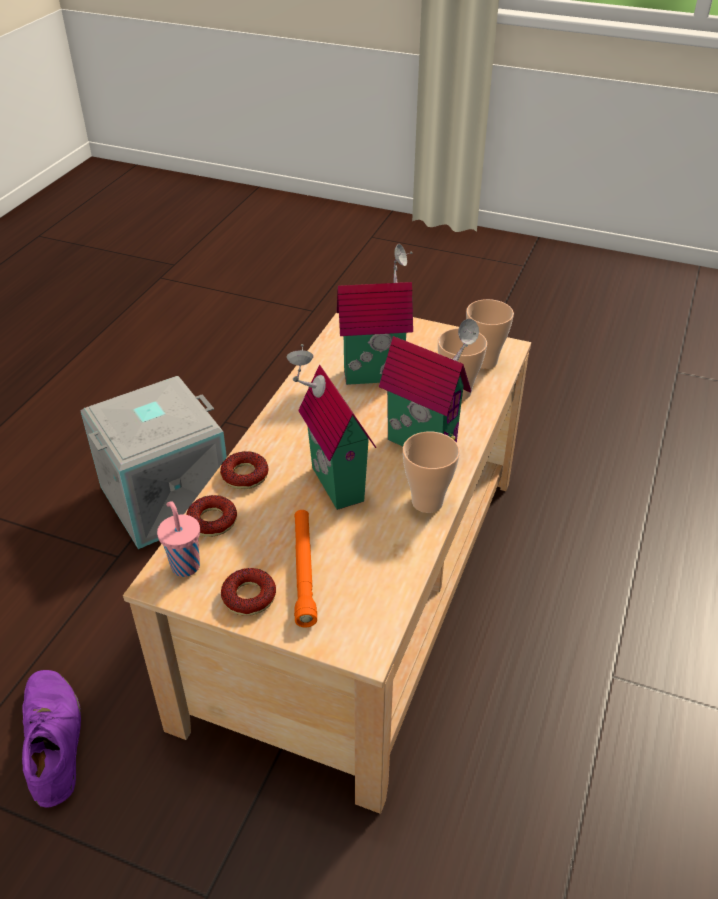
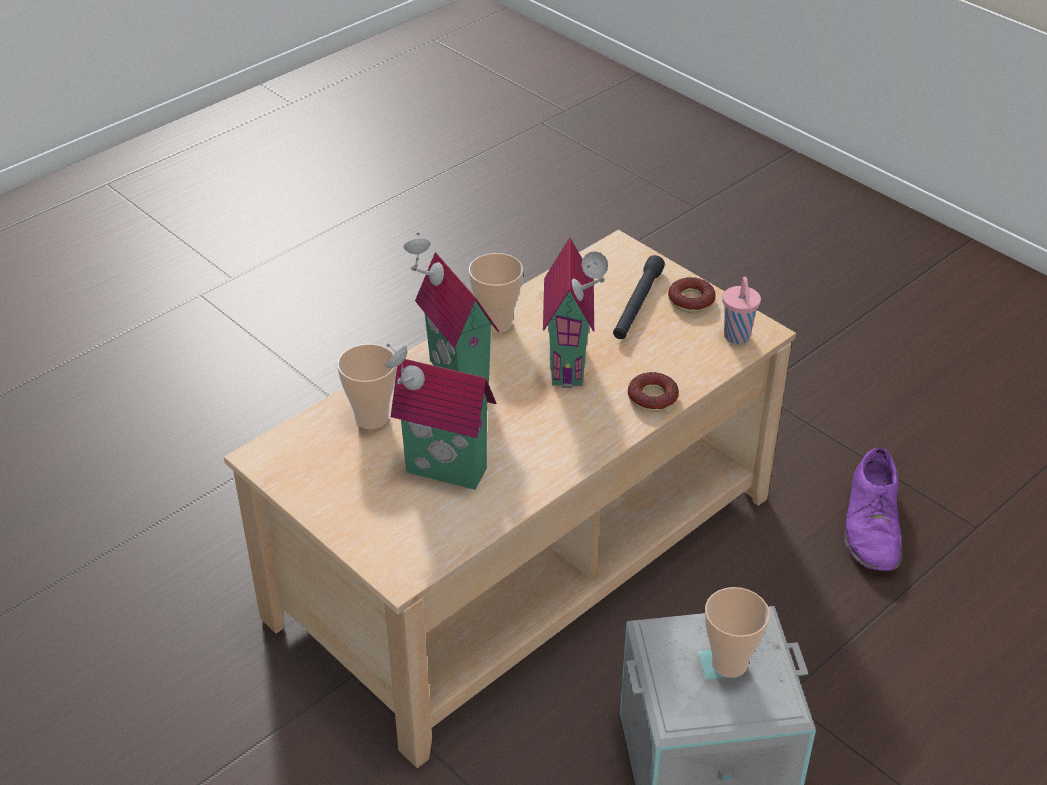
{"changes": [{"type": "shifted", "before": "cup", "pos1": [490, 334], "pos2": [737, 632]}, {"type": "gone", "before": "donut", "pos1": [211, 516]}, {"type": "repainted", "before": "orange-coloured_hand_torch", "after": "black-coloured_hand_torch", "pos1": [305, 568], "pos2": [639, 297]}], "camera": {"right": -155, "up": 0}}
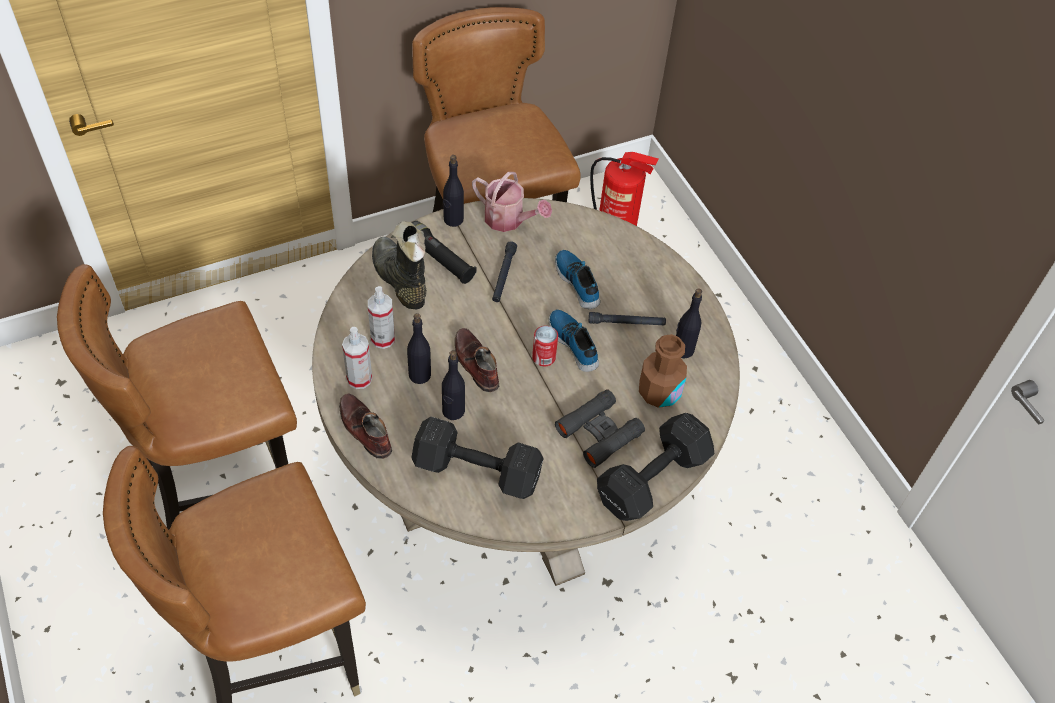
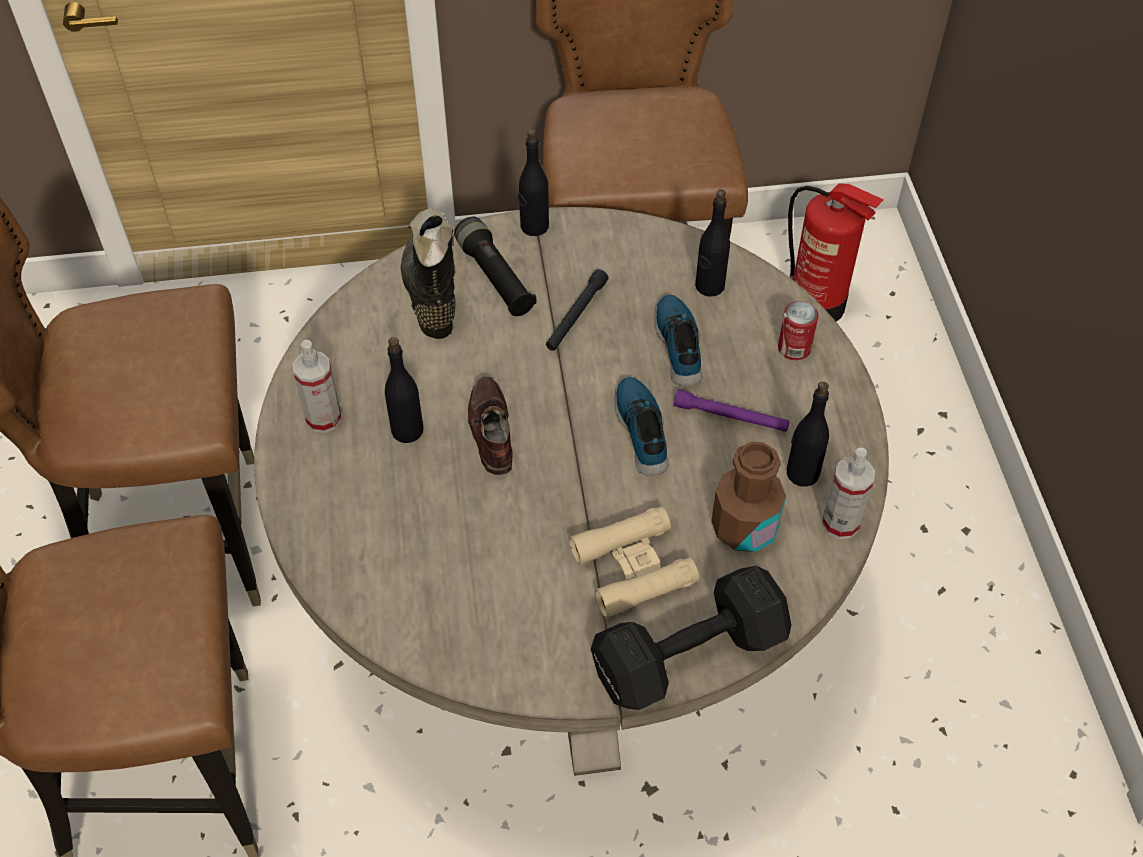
{"changes": [{"type": "gone", "before": "watering_pot", "pos1": [512, 202]}, {"type": "shifted", "before": "hand_sprayer", "pos1": [381, 317], "pos2": [848, 493]}, {"type": "repainted", "before": "black-coloured_hand_torch", "after": "purple-coloured_hand_torch", "pos1": [627, 319], "pos2": [731, 411]}, {"type": "shifted", "before": "sealed_can", "pos1": [545, 346], "pos2": [798, 330]}, {"type": "shifted", "before": "black-coloured_drink_bottle", "pos1": [453, 385], "pos2": [712, 243]}, {"type": "repainted", "before": "black-coloured_binoculars", "after": "sand-coloured_binoculars", "pos1": [600, 428], "pos2": [634, 562]}, {"type": "gone", "before": "brown-coloured_low_shoe", "pos1": [365, 426]}, {"type": "gone", "before": "black-coloured_hand_weight", "pos1": [477, 458]}], "camera": {"right": 20, "up": 0}}
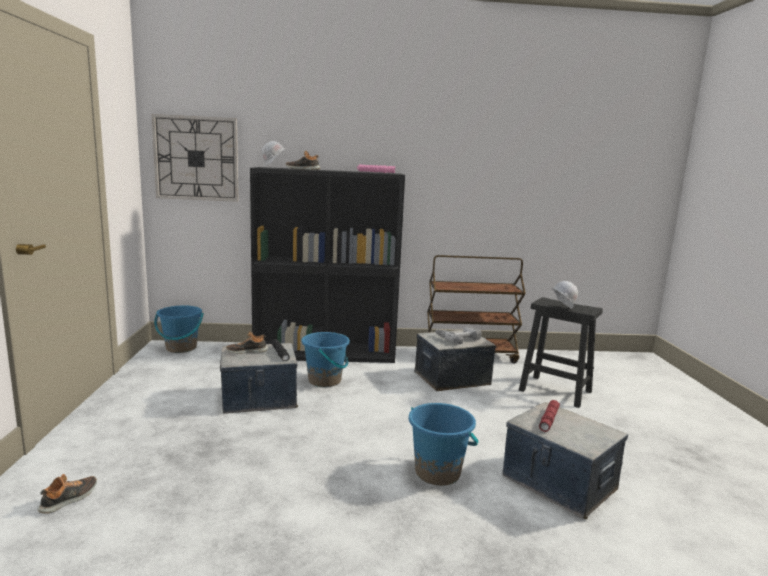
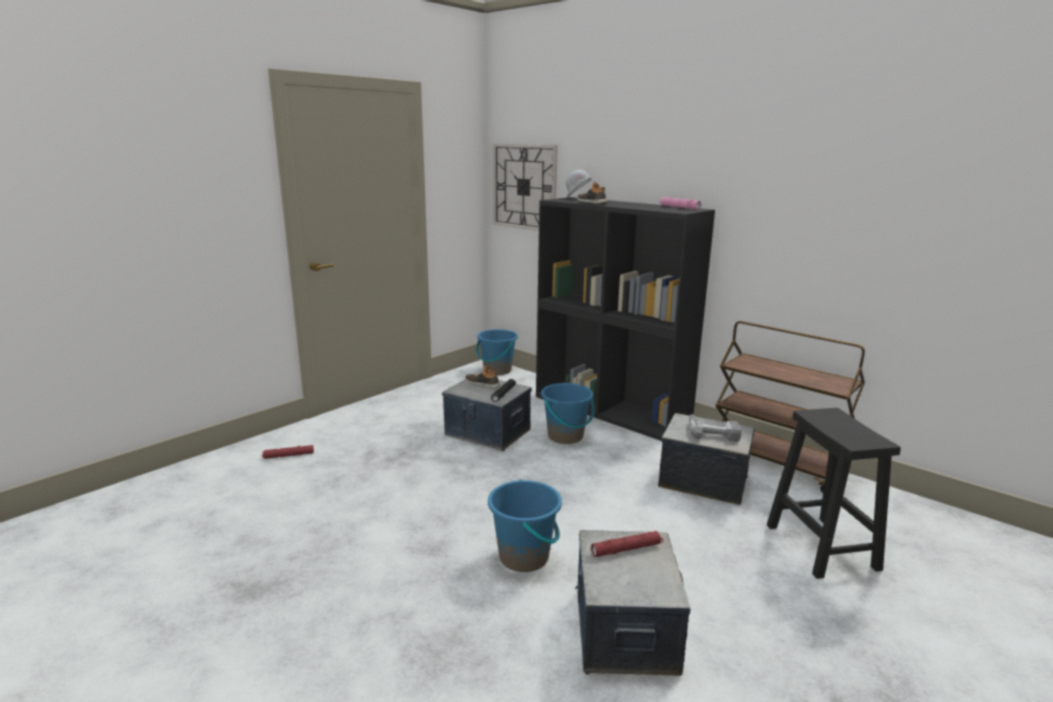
{"changes": [{"type": "gone", "before": "white_hard_hat", "pos1": [565, 295]}, {"type": "swapped", "before": "low_shoe", "after": "red_hand_torch", "pos1": [67, 494], "pos2": [288, 452]}], "camera": {"right": 45, "up": 5}}
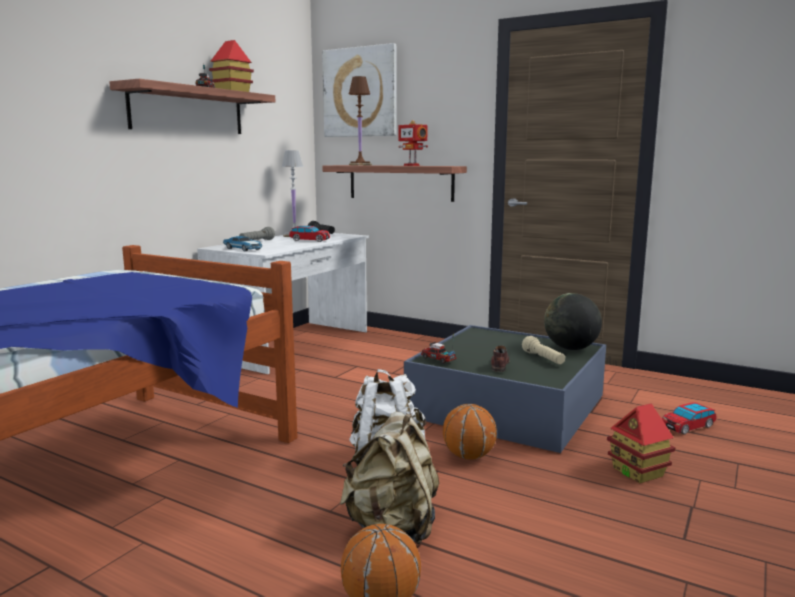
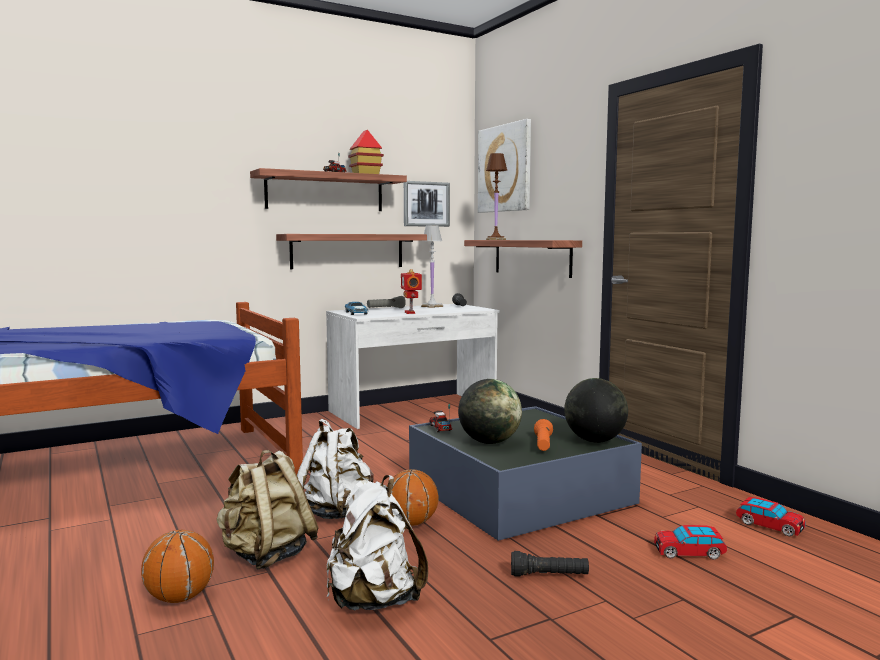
{"changes": [{"type": "shifted", "before": "model_robot", "pos1": [413, 143], "pos2": [411, 291]}, {"type": "shifted", "before": "model_car", "pos1": [309, 234], "pos2": [770, 516]}, {"type": "repainted", "before": "sand-coloured_hand_torch", "after": "orange-coloured_hand_torch", "pos1": [543, 350], "pos2": [543, 435]}, {"type": "swapped", "before": "brown-coloured_low_shoe", "after": "desk_globe", "pos1": [500, 358], "pos2": [490, 411]}, {"type": "swapped", "before": "toy_house", "after": "black-coloured_hand_torch", "pos1": [641, 443], "pos2": [550, 564]}, {"type": "new", "after": "wall_picture", "pos2": [427, 204]}, {"type": "new", "after": "bracket_shelf", "pos2": [351, 251]}, {"type": "new", "after": "white_backpack", "pos2": [377, 542]}], "camera": {"right": 30, "up": -5}}
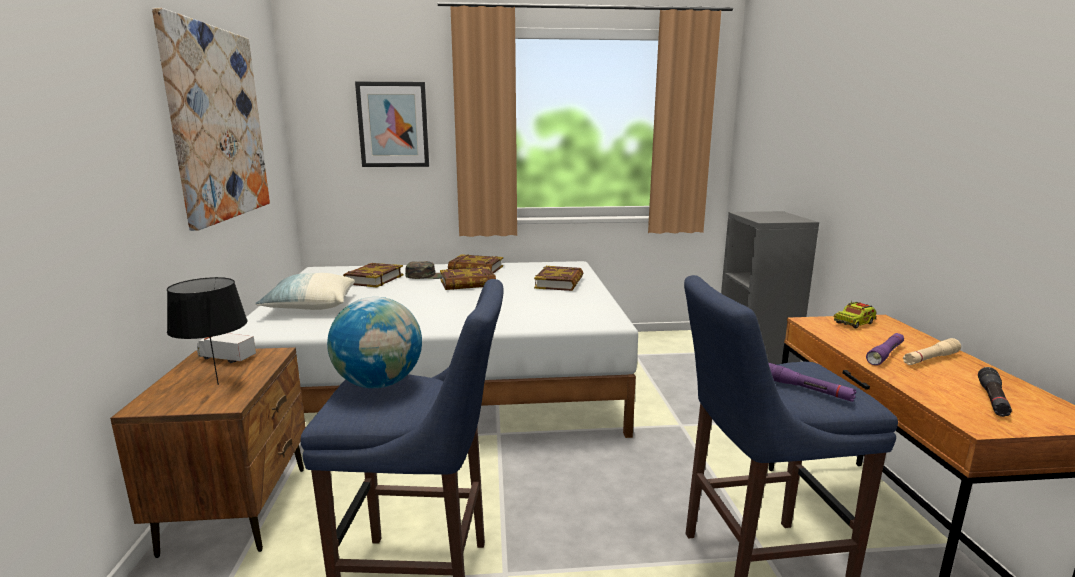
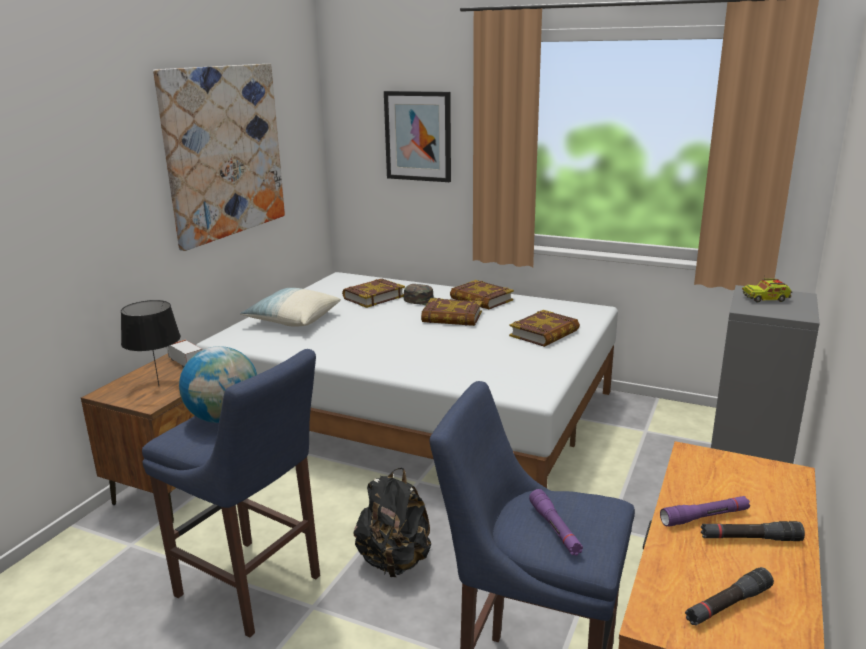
{"changes": [{"type": "shifted", "before": "toy_truck", "pos1": [855, 314], "pos2": [767, 289]}, {"type": "repainted", "before": "sand-coloured_hand_torch", "after": "black-coloured_hand_torch", "pos1": [932, 351], "pos2": [753, 531]}, {"type": "new", "after": "black-coloured_backpack", "pos2": [392, 522]}], "camera": {"right": 30, "up": 5}}
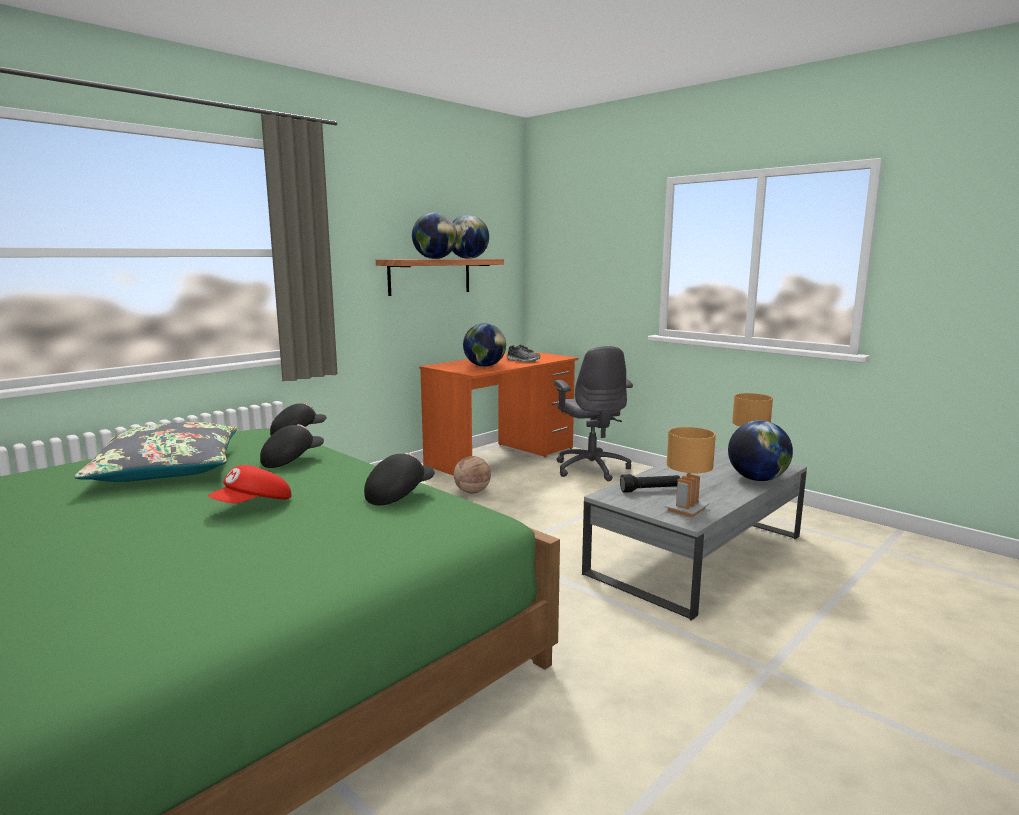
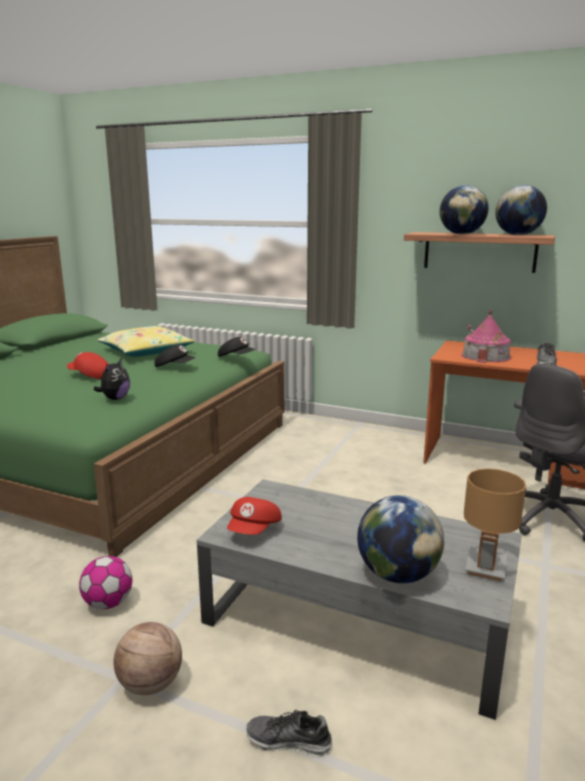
{"changes": [{"type": "swapped", "before": "desk_globe", "after": "toy_house", "pos1": [484, 345], "pos2": [486, 336]}, {"type": "repainted", "before": "gray_throw_pillow", "after": "yellow_throw_pillow", "pos1": [155, 452], "pos2": [146, 341]}, {"type": "swapped", "before": "brown-coloured_lamp_for_a_table", "after": "red_baseball_cap", "pos1": [690, 472], "pos2": [254, 516]}, {"type": "swapped", "before": "black-coloured_baseball_cap", "after": "soft_toy", "pos1": [399, 479], "pos2": [112, 379]}, {"type": "shifted", "before": "basketball", "pos1": [472, 474], "pos2": [148, 658]}, {"type": "gone", "before": "black-coloured_hand_torch", "pos1": [650, 483]}, {"type": "new", "after": "football_ball", "pos2": [105, 582]}, {"type": "new", "after": "low_shoe", "pos2": [289, 733]}], "camera": {"right": 70, "up": 5}}
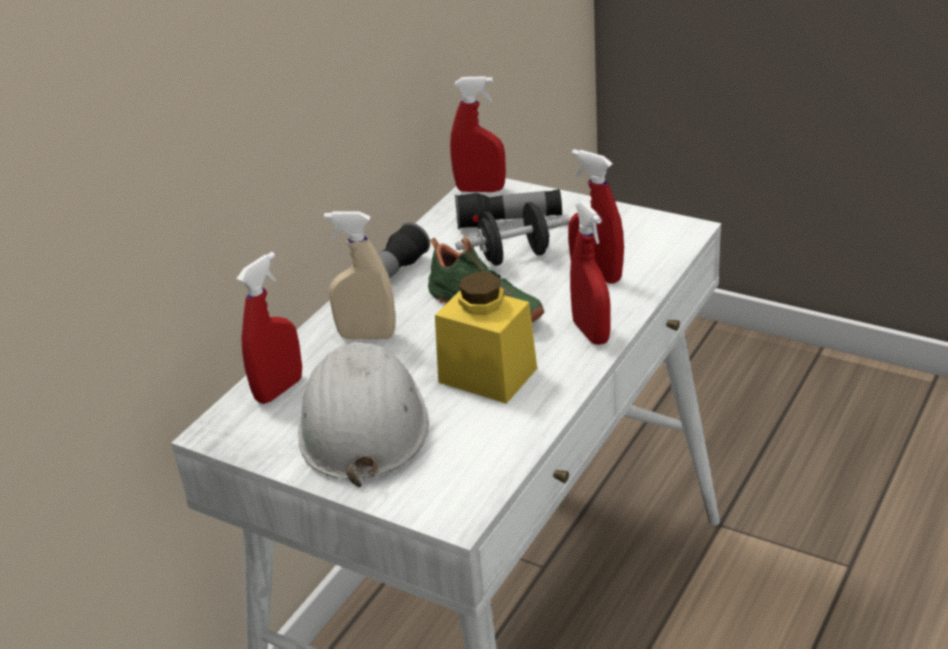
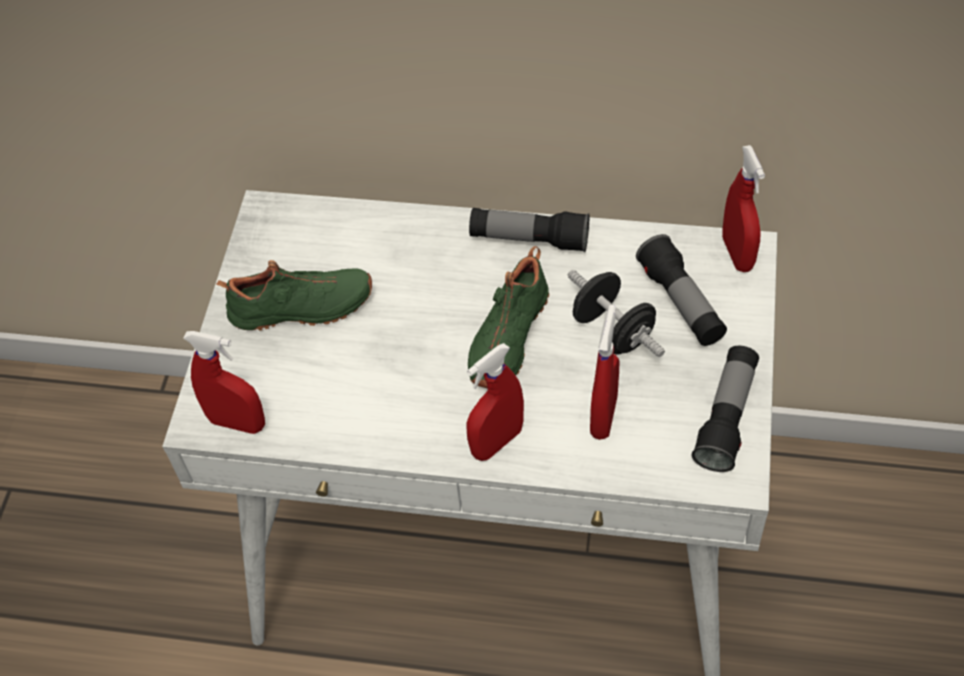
{"changes": [{"type": "gone", "before": "sand-coloured_hand_sprayer", "pos1": [359, 275]}, {"type": "shifted", "before": "red_hand_sprayer", "pos1": [269, 328], "pos2": [224, 382]}, {"type": "gone", "before": "yellow_jar", "pos1": [486, 338]}, {"type": "swapped", "before": "white_hard_hat", "after": "green-coloured_low_shoe", "pos1": [363, 414], "pos2": [294, 295]}, {"type": "new", "after": "hand_torch", "pos2": [725, 409]}], "camera": {"right": 70, "up": 20}}
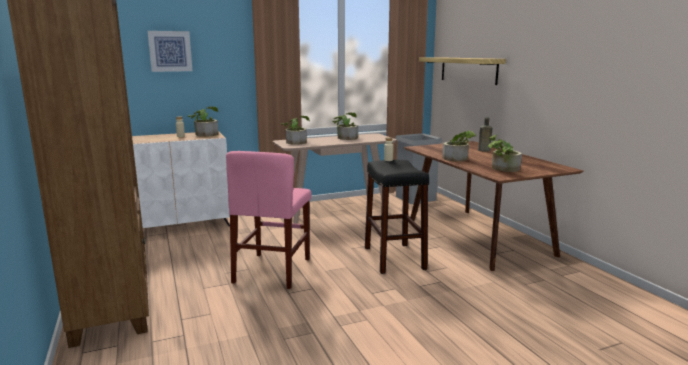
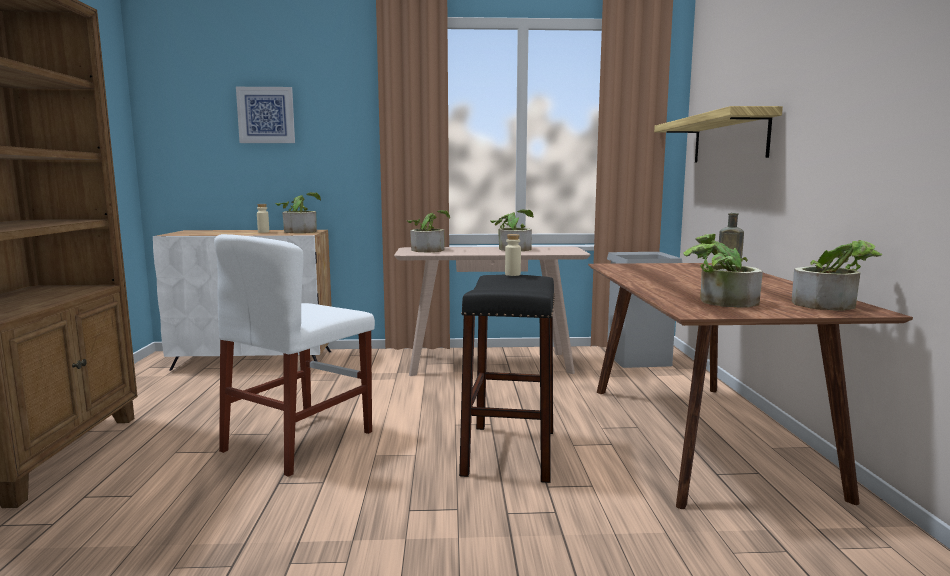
{"changes": [{"type": "shifted", "before": "potted_plant", "pos1": [459, 145], "pos2": [837, 275]}, {"type": "repainted", "before": "pink_plain_chair", "after": "white_plain_chair", "pos1": [269, 220], "pos2": [294, 355]}], "camera": {"right": 20, "up": -5}}
